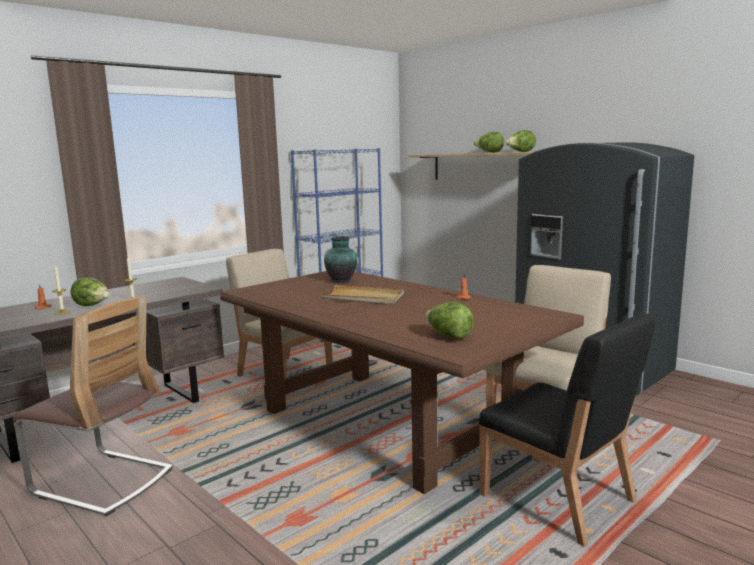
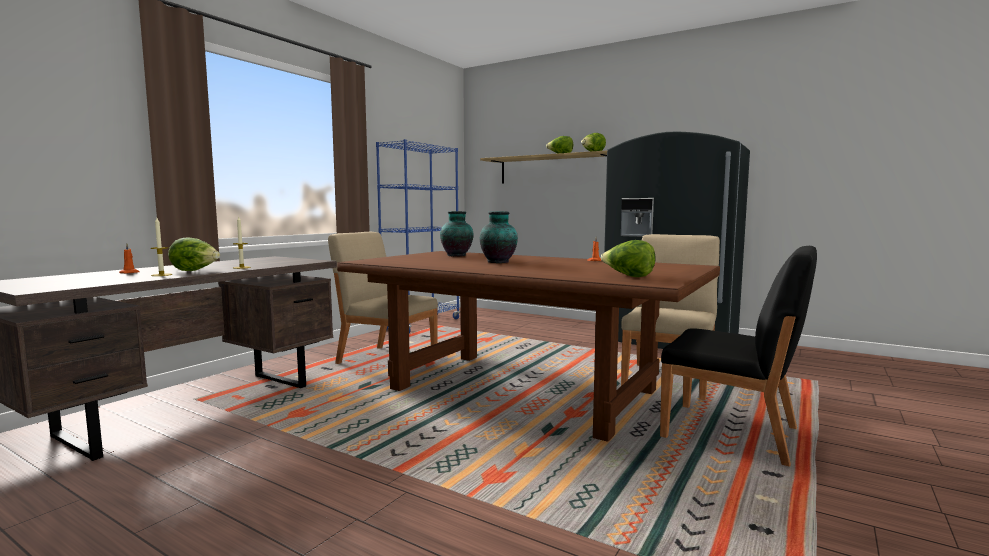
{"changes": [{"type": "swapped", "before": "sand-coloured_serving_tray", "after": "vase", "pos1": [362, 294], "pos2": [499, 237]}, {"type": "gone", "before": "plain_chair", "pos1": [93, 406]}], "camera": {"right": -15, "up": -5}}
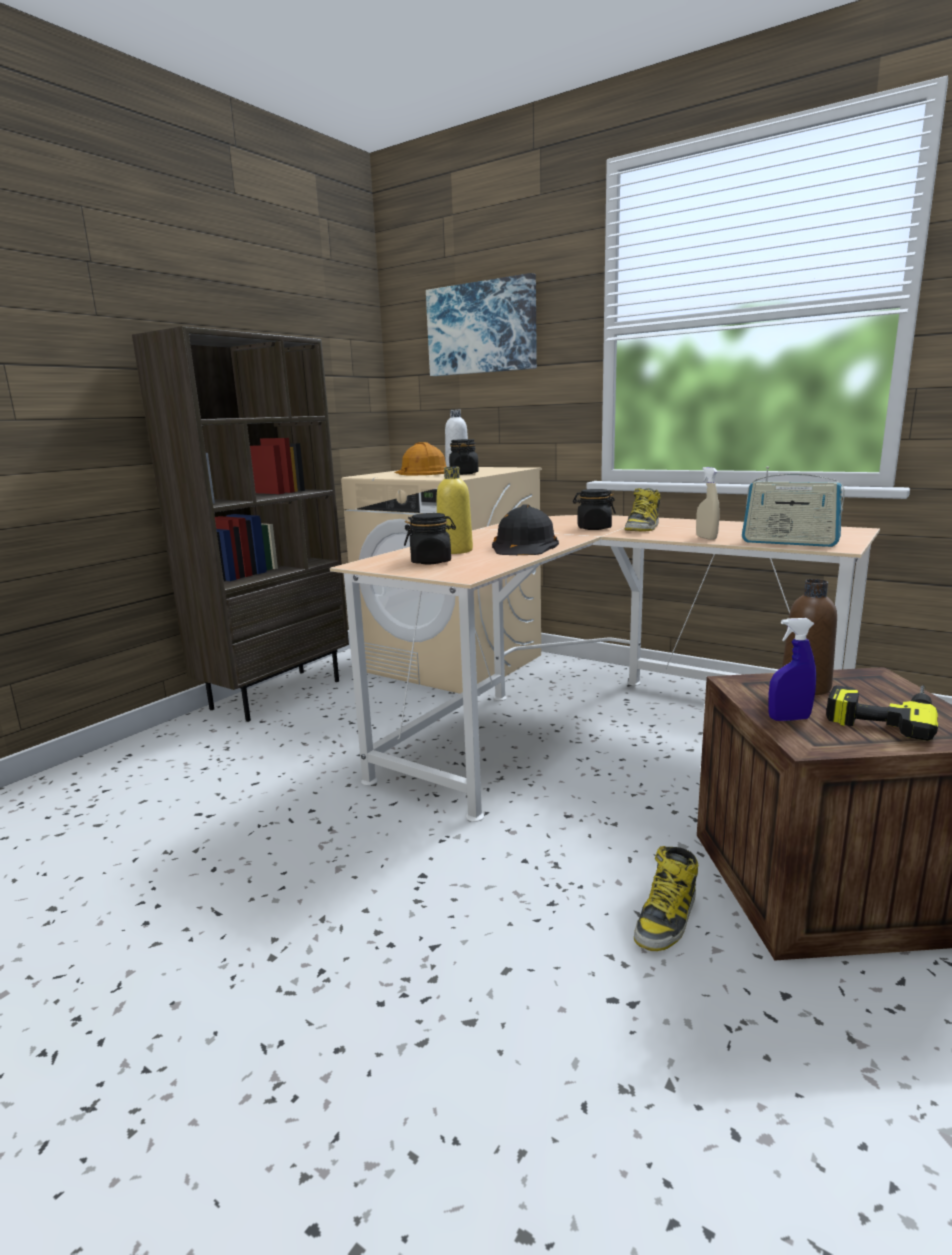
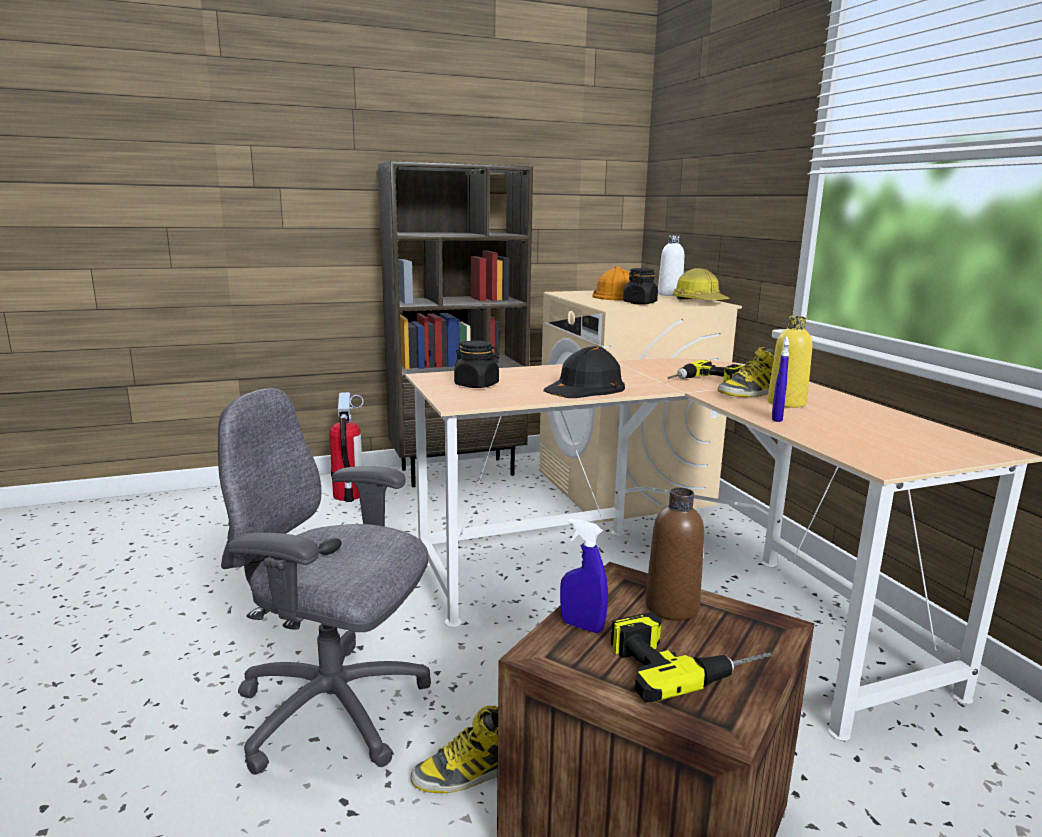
{"changes": [{"type": "gone", "before": "wall_picture", "pos1": [481, 324]}, {"type": "shifted", "before": "yellow_drink_bottle", "pos1": [455, 510], "pos2": [790, 362]}, {"type": "repainted", "before": "sand-coloured_hand_sprayer", "after": "blue_hand_sprayer", "pos1": [708, 503], "pos2": [780, 379]}, {"type": "gone", "before": "radio", "pos1": [793, 507]}, {"type": "swapped", "before": "black-coloured_jar", "after": "power_drill", "pos1": [594, 509], "pos2": [705, 371]}, {"type": "new", "after": "hard_hat", "pos2": [701, 284]}, {"type": "new", "after": "gray_computer_chair", "pos2": [324, 581]}, {"type": "new", "after": "fire_extinguisher", "pos2": [346, 447]}], "camera": {"right": 35, "up": 0}}
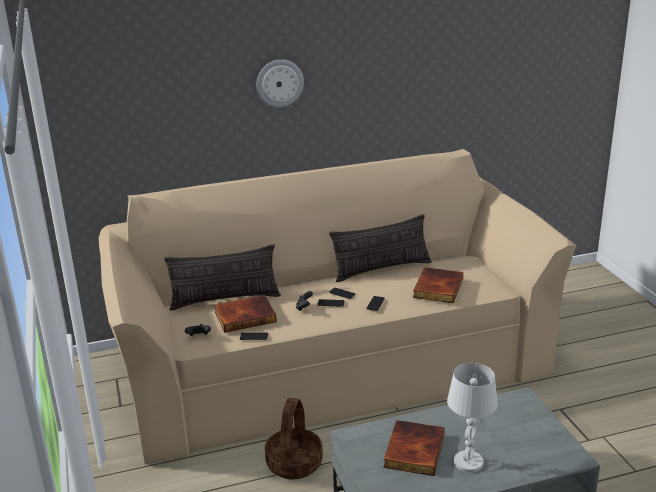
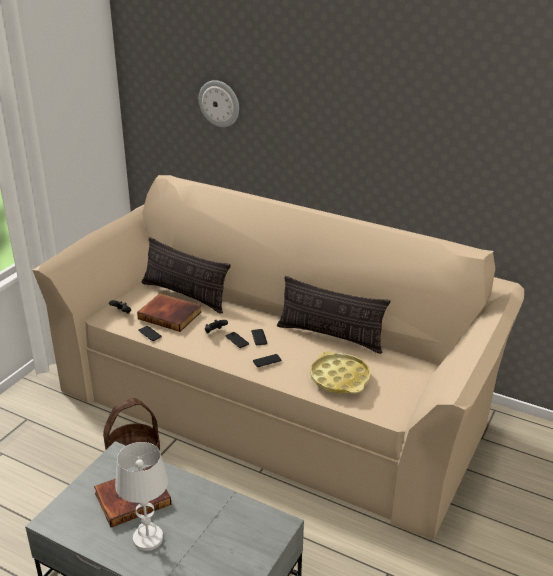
{"changes": [{"type": "shifted", "before": "hanging_clock", "pos1": [280, 83], "pos2": [219, 103]}, {"type": "swapped", "before": "bound_book", "after": "yellow_serving_tray", "pos1": [438, 285], "pos2": [340, 372]}], "camera": {"right": 45, "up": 5}}
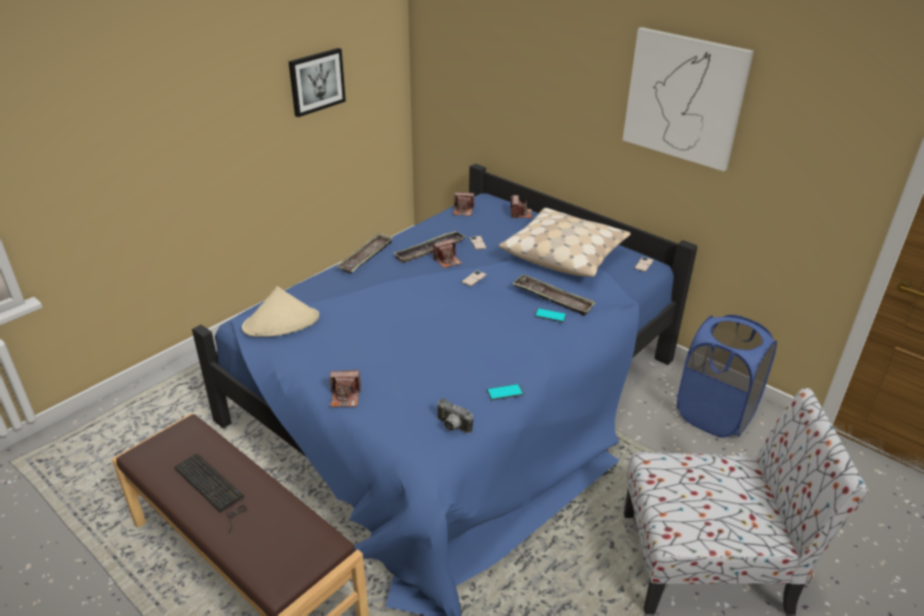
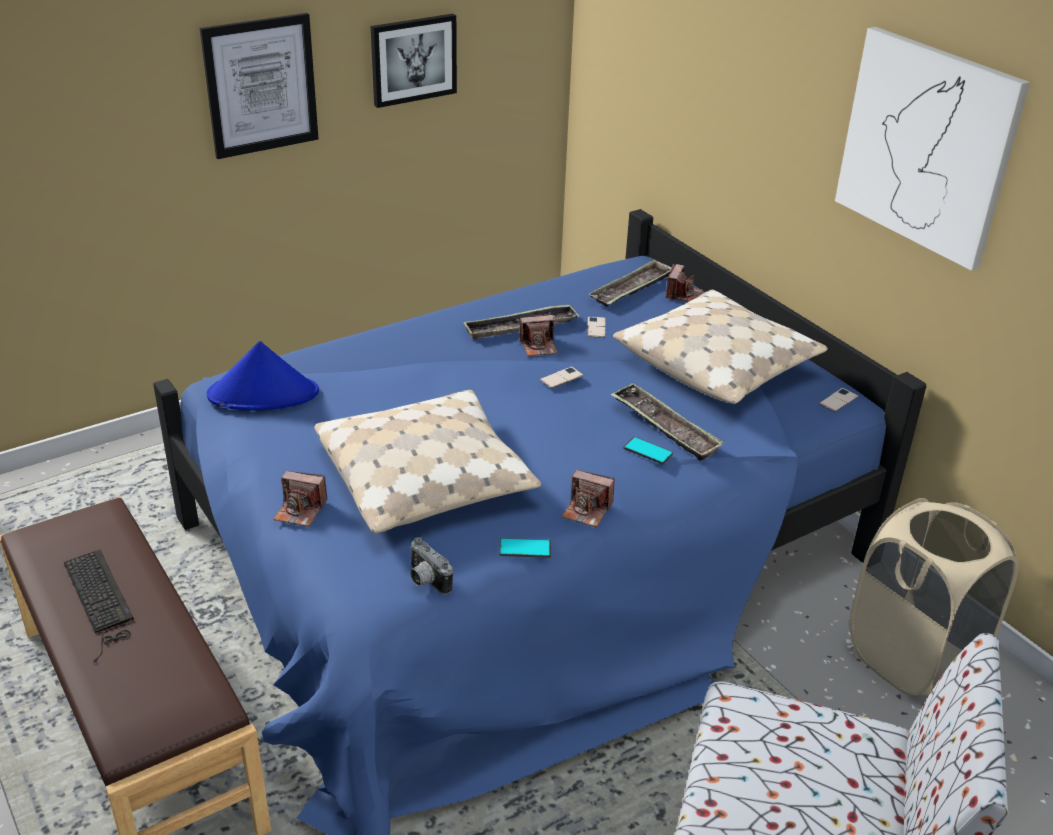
{"changes": [{"type": "shifted", "before": "photo_camera", "pos1": [463, 204], "pos2": [588, 498]}, {"type": "shifted", "before": "serving_tray", "pos1": [364, 253], "pos2": [630, 283]}, {"type": "repainted", "before": "sand-coloured_hat", "after": "blue_hat", "pos1": [280, 311], "pos2": [263, 376]}, {"type": "repainted", "before": "blue_hamper", "after": "sand-coloured_hamper", "pos1": [727, 376], "pos2": [934, 597]}, {"type": "new", "after": "wall_picture", "pos2": [259, 86]}, {"type": "new", "after": "sand-coloured_throw_pillow", "pos2": [427, 461]}], "camera": {"right": 15, "up": 0}}
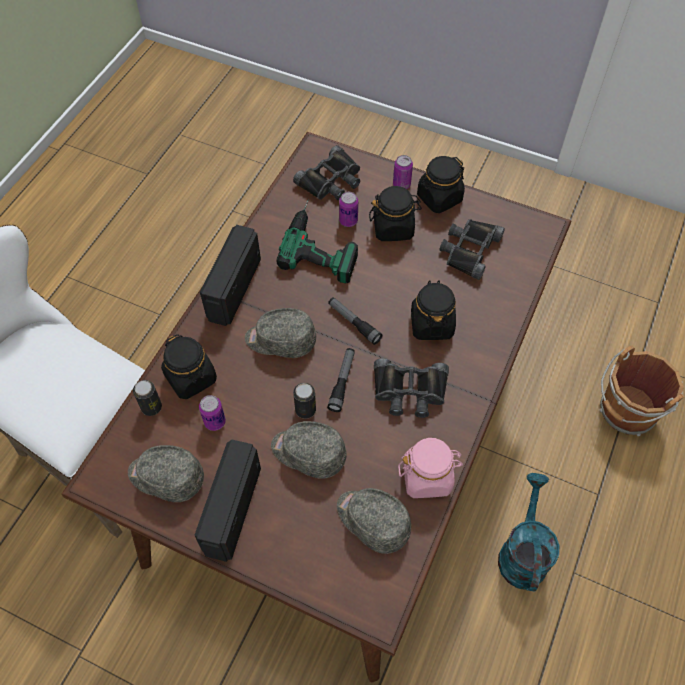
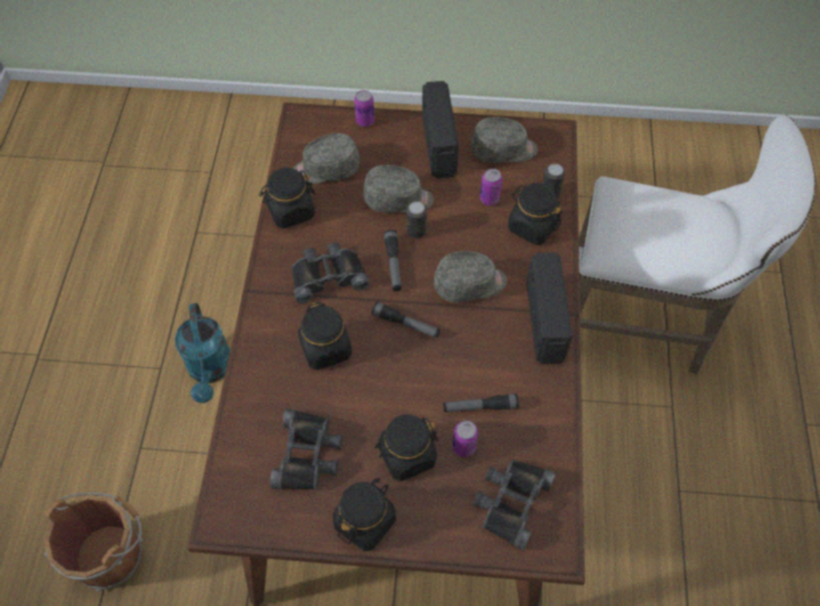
{"changes": [{"type": "shifted", "before": "sealed_can", "pos1": [403, 172], "pos2": [364, 108]}, {"type": "swapped", "before": "power_drill", "after": "hand_torch", "pos1": [317, 241], "pos2": [481, 403]}, {"type": "repainted", "before": "pink_jar", "after": "black-coloured_jar", "pos1": [430, 468], "pos2": [287, 198]}, {"type": "rotated", "before": "gray_baseball_cap", "pos1": [374, 521], "pos2": [326, 158], "turn": 150}], "camera": {"right": 160, "up": 0}}
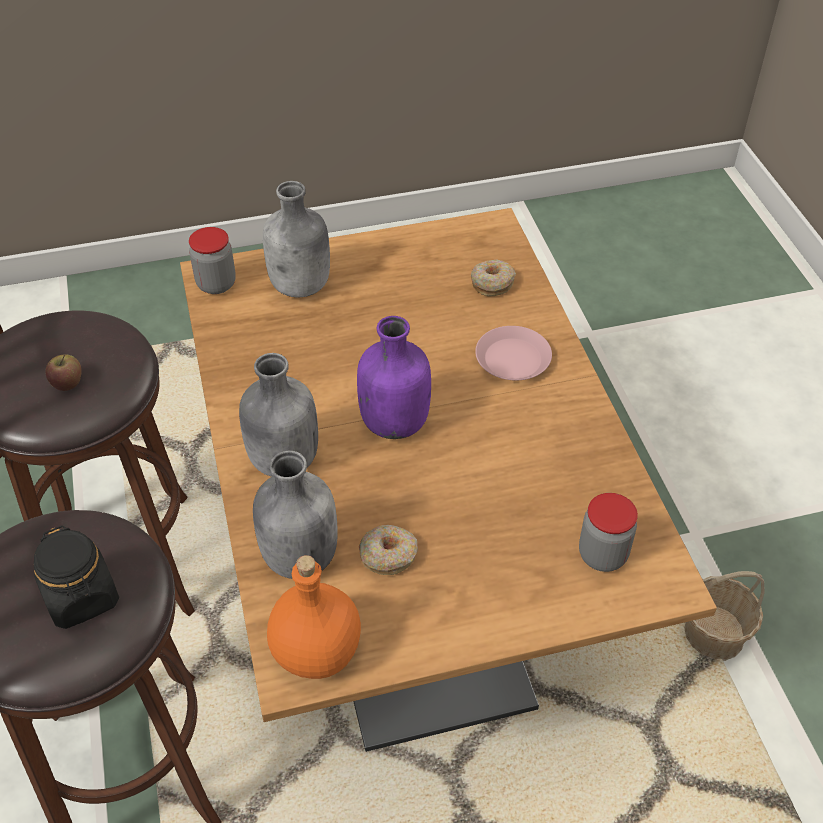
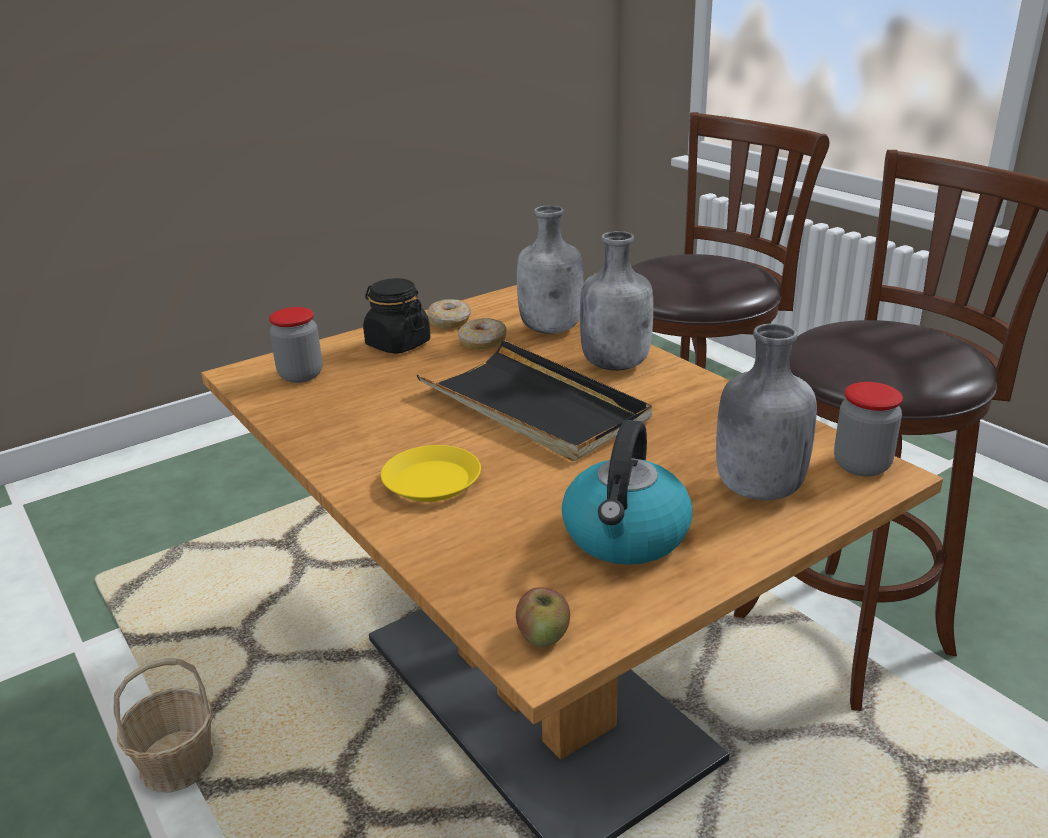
{"changes": [{"type": "shifted", "before": "donut", "pos1": [493, 278], "pos2": [449, 314]}, {"type": "swapped", "before": "purple-coloured_drink_bottle", "after": "black-coloured_serving_tray", "pos1": [394, 377], "pos2": [534, 400]}, {"type": "repainted", "before": "pink_flat_dish", "after": "yellow_flat_dish", "pos1": [513, 353], "pos2": [431, 473]}, {"type": "shifted", "before": "apple_fruit", "pos1": [63, 372], "pos2": [543, 617]}, {"type": "shifted", "before": "black-coloured_jar", "pos1": [76, 577], "pos2": [397, 316]}, {"type": "gone", "before": "orange-coloured_drink_bottle", "pos1": [314, 617]}, {"type": "new", "after": "water_kettle", "pos2": [627, 492]}], "camera": {"right": 160, "up": -20}}
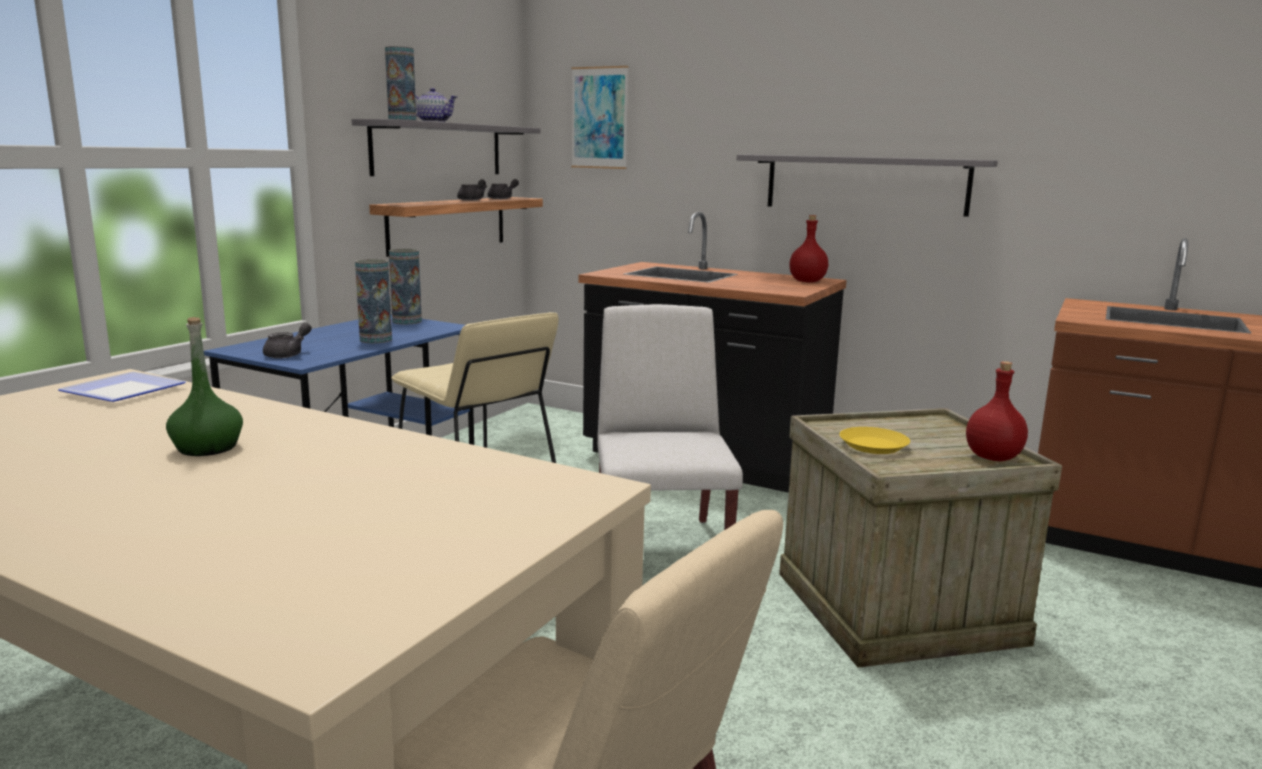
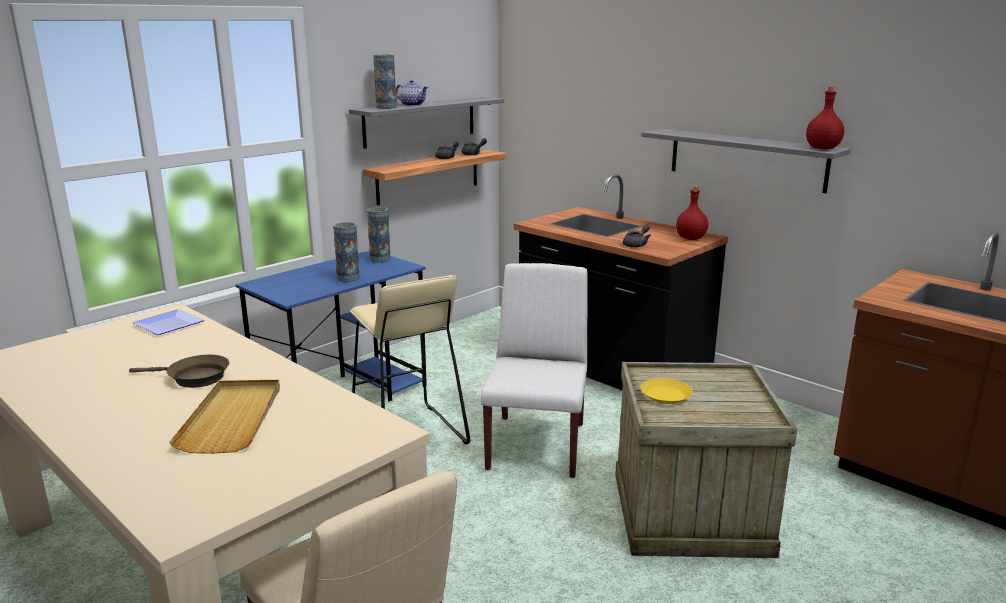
{"changes": [{"type": "gone", "before": "wall_picture", "pos1": [600, 117]}, {"type": "swapped", "before": "green-coloured_drink_bottle", "after": "brown-coloured_frying_pan", "pos1": [204, 386], "pos2": [179, 371]}, {"type": "shifted", "before": "gray_pot_for_tea", "pos1": [287, 340], "pos2": [637, 236]}, {"type": "shifted", "before": "red_drink_bottle", "pos1": [997, 411], "pos2": [825, 117]}, {"type": "new", "after": "sand-coloured_serving_tray", "pos2": [225, 417]}], "camera": {"right": 15, "up": 5}}
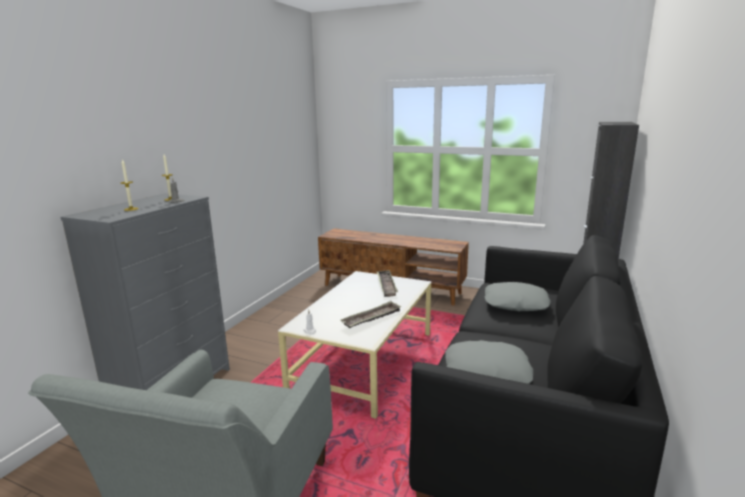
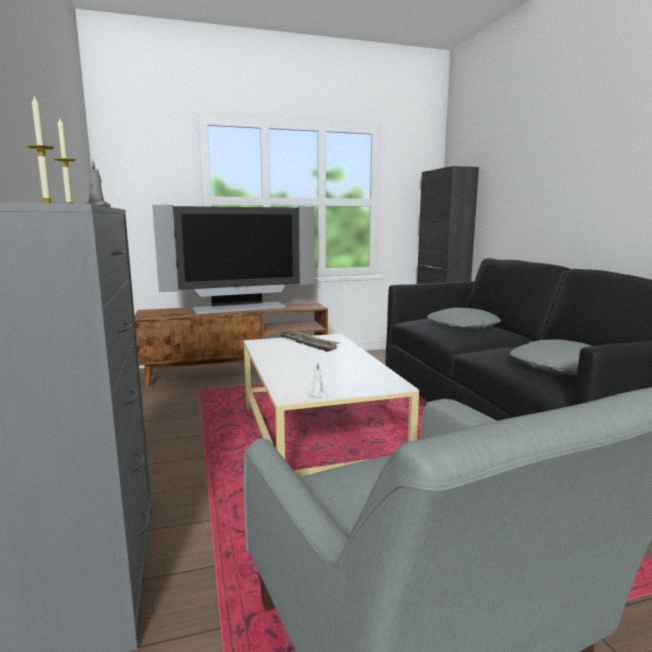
{"changes": [{"type": "gone", "before": "serving_tray", "pos1": [371, 314]}, {"type": "new", "after": "television", "pos2": [233, 259]}], "camera": {"right": -40, "up": -5}}
